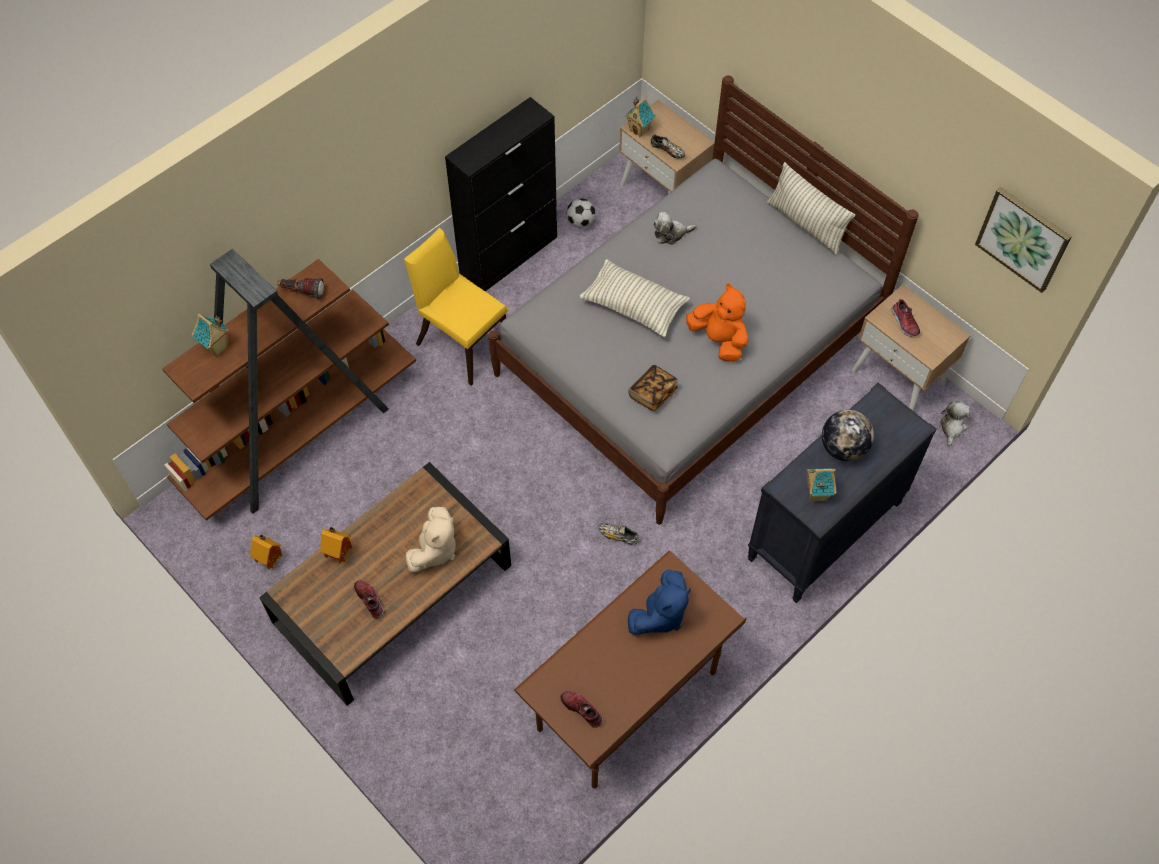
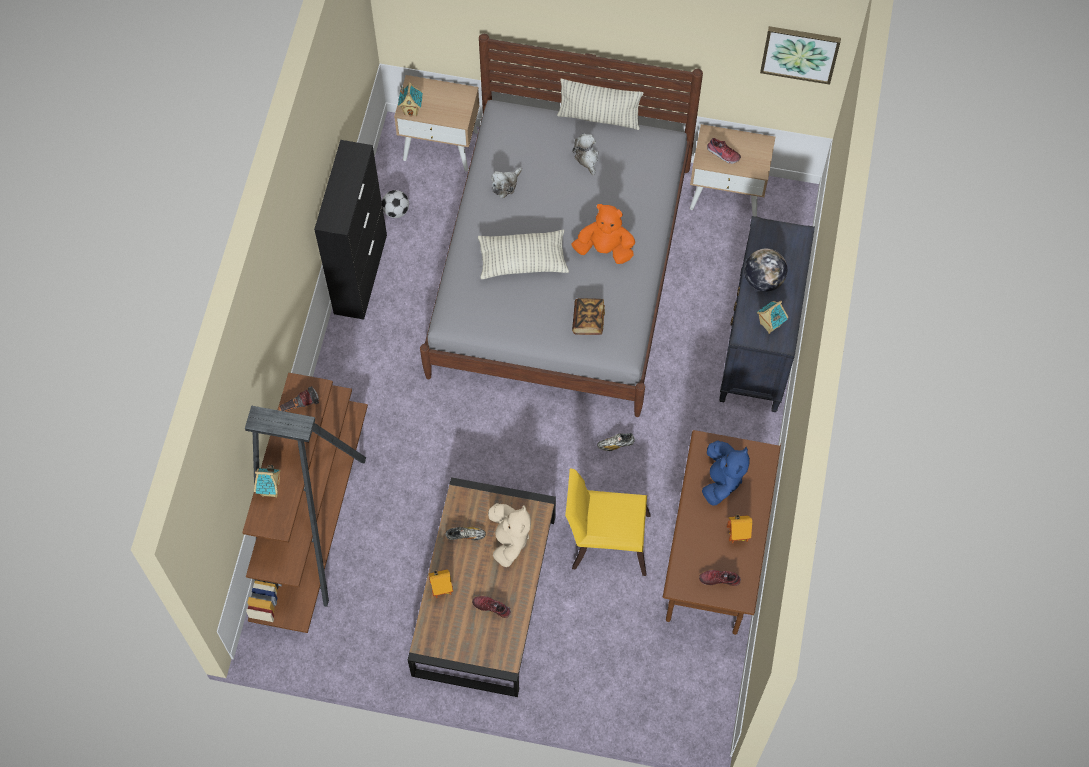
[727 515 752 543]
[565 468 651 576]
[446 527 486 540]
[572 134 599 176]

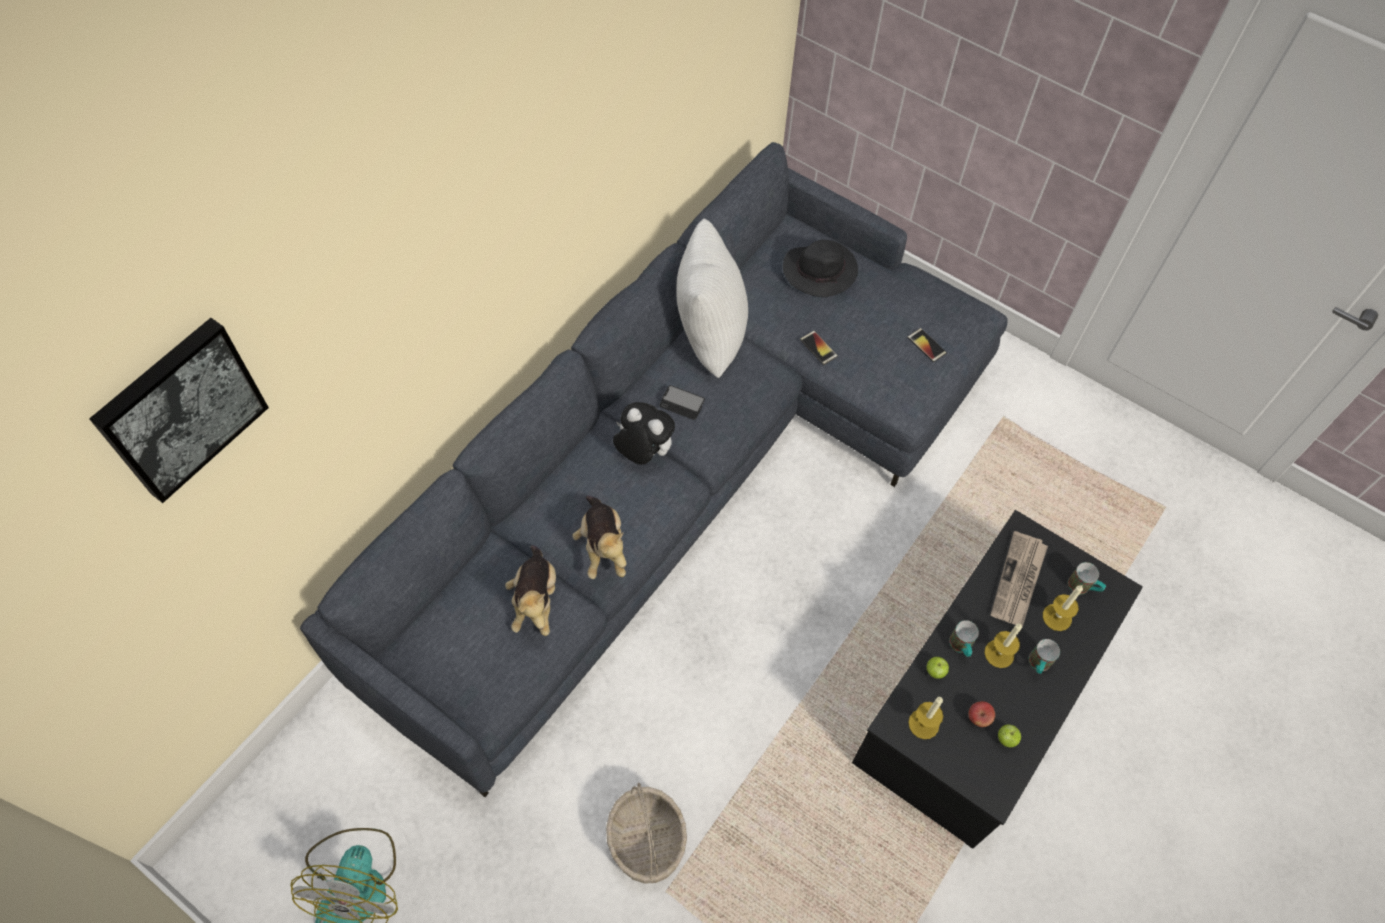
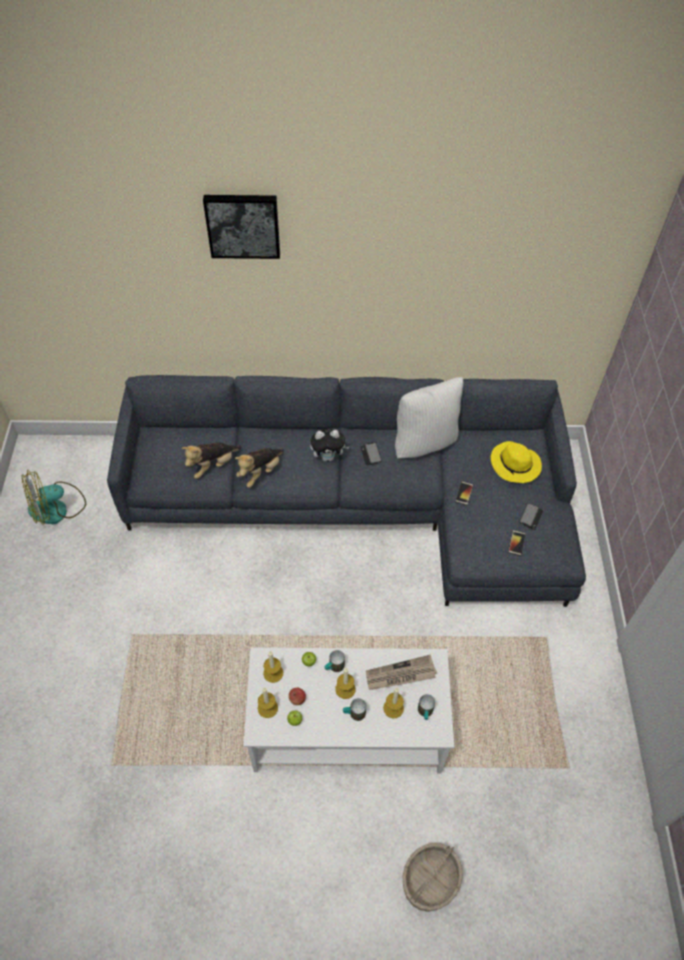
[258 687 278 718]
[519 503 543 530]
[203 195 280 259]
[403 843 463 912]
[491 441 542 483]
[243 647 455 774]
[310 429 349 461]

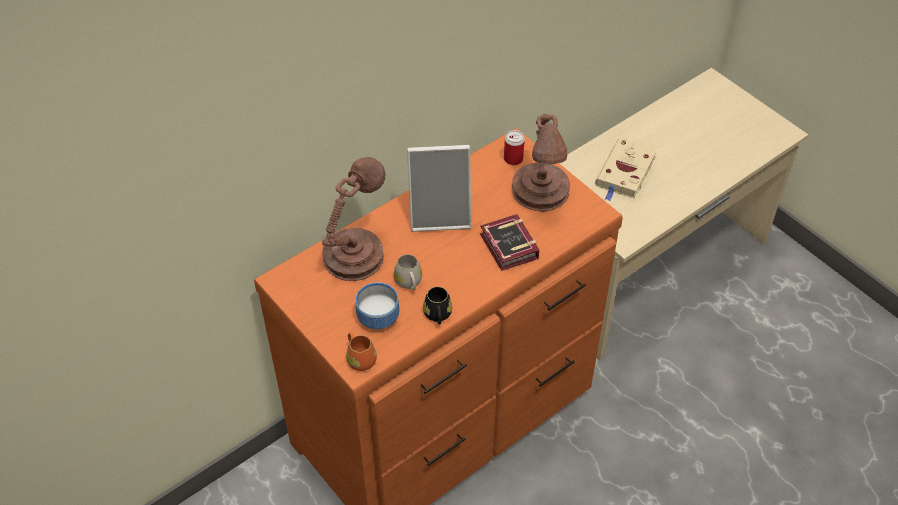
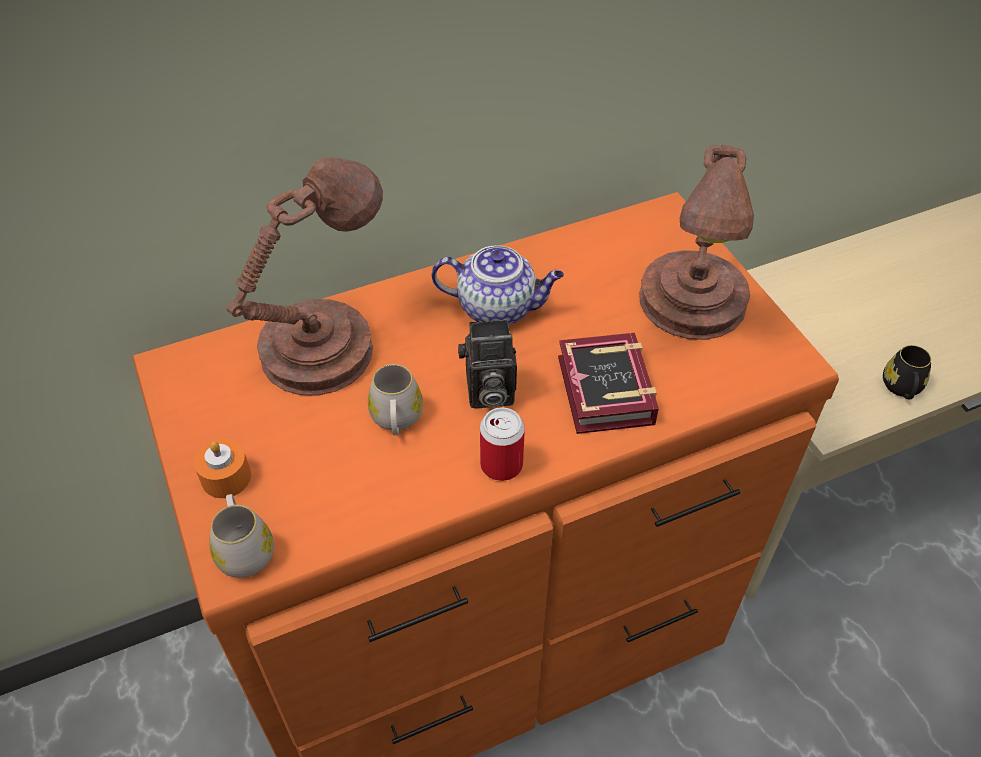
[355 283 399 329] (first image)
[595 138 657 201] (first image)
[194 439 251 498]
[458 319 517 409]
[883 345 931 400]
[480 407 525 481]
[431 245 564 325]
[210 494 274 578]

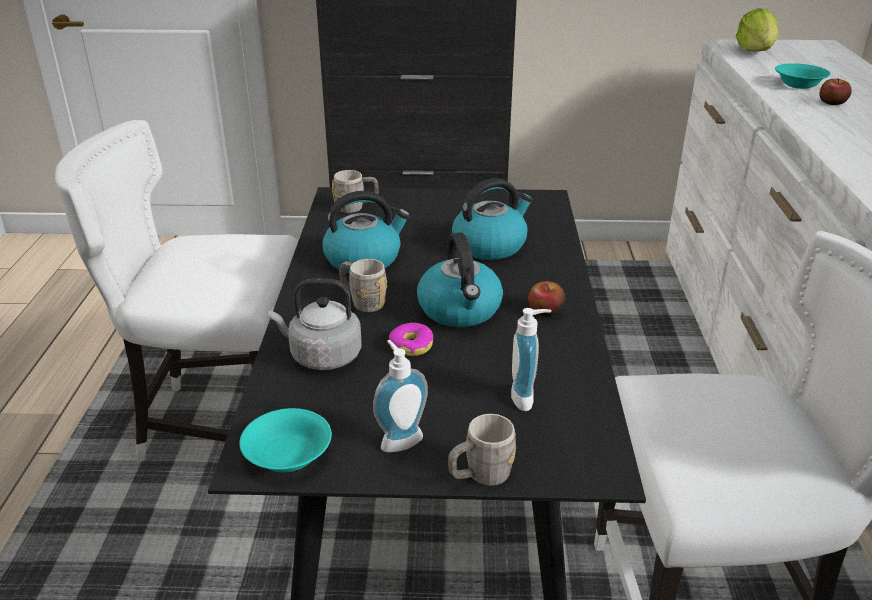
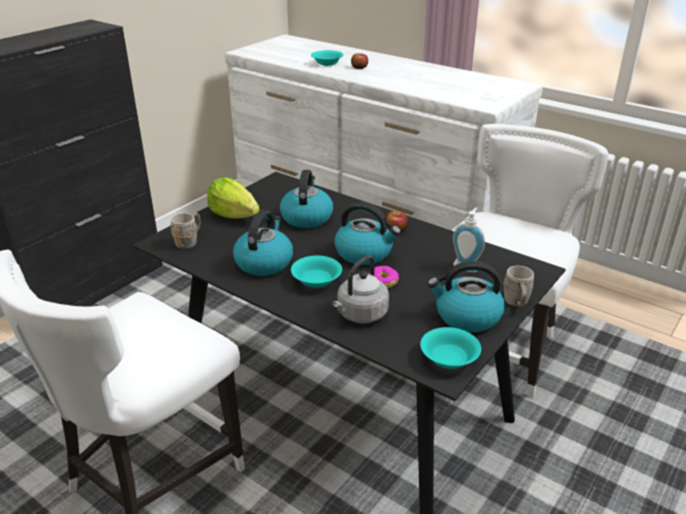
[207 177 260 219]
[291 255 342 288]
[428 261 505 332]

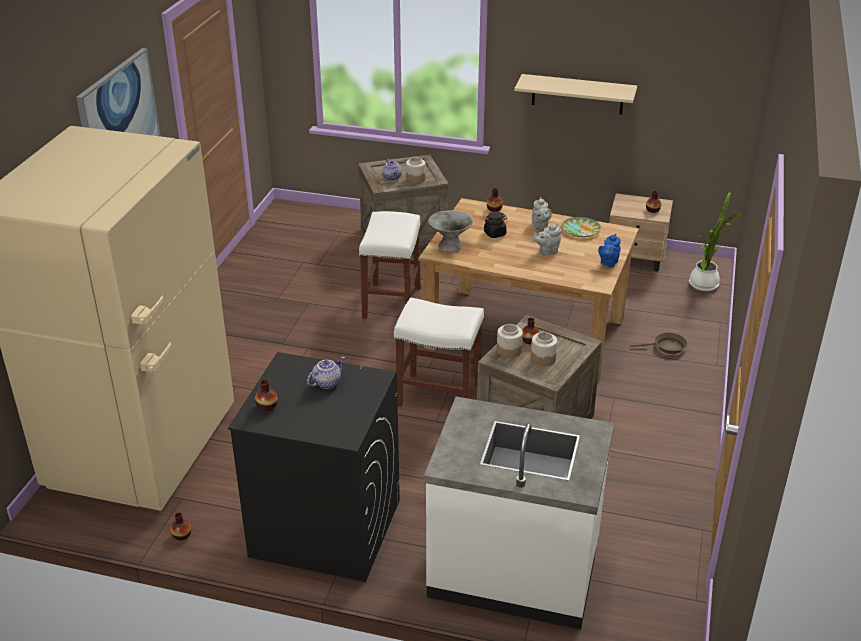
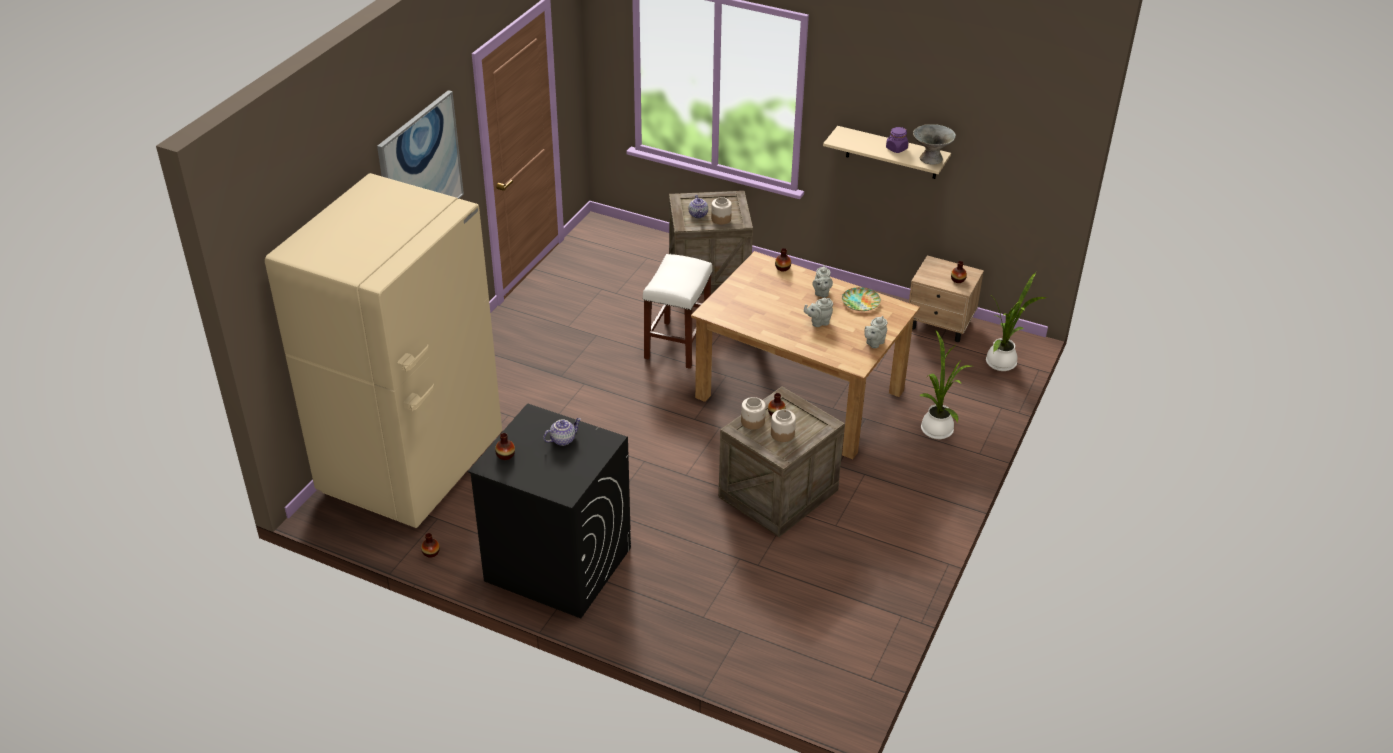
[394 298 484 407] (first image)
[424 397 614 629] (first image)
[484 211 507 238] (first image)
[886 127 908 153]
[913 124 956 165]
[919 330 972 439]
[864 316 887 348]

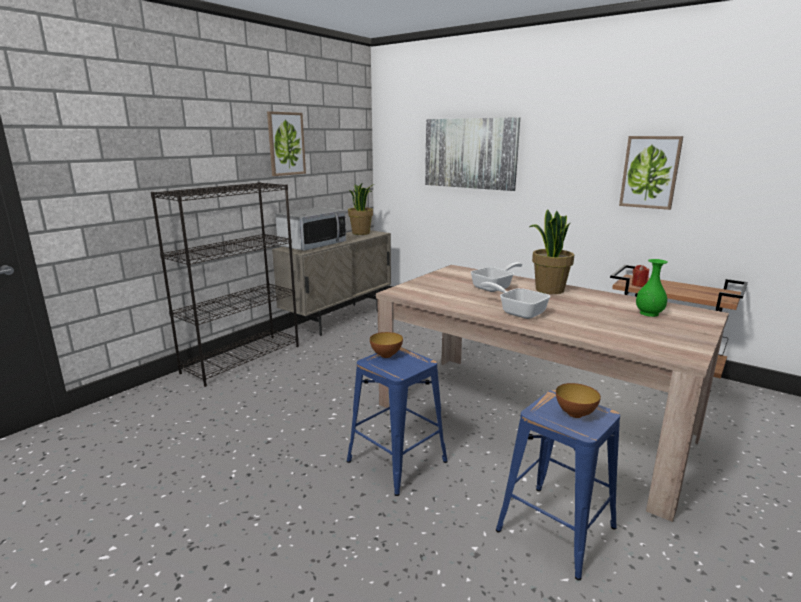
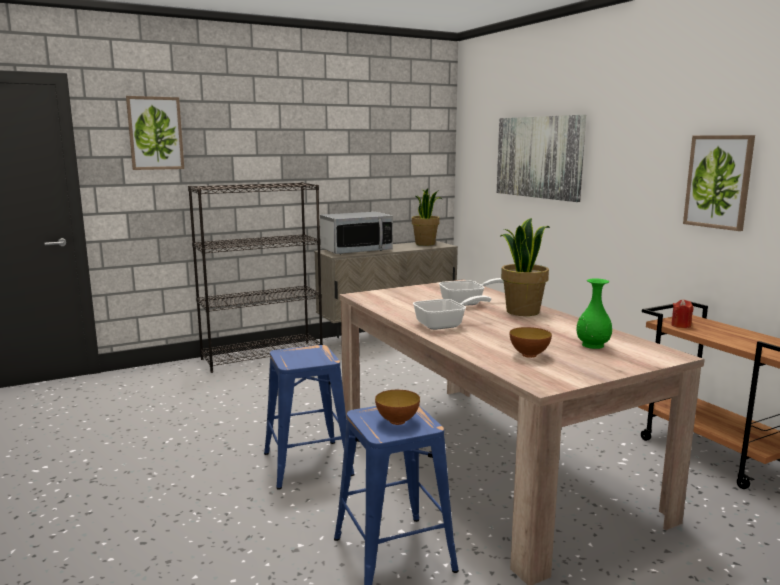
[126 96 184 170]
[510 327 552 358]
[413 295 491 330]

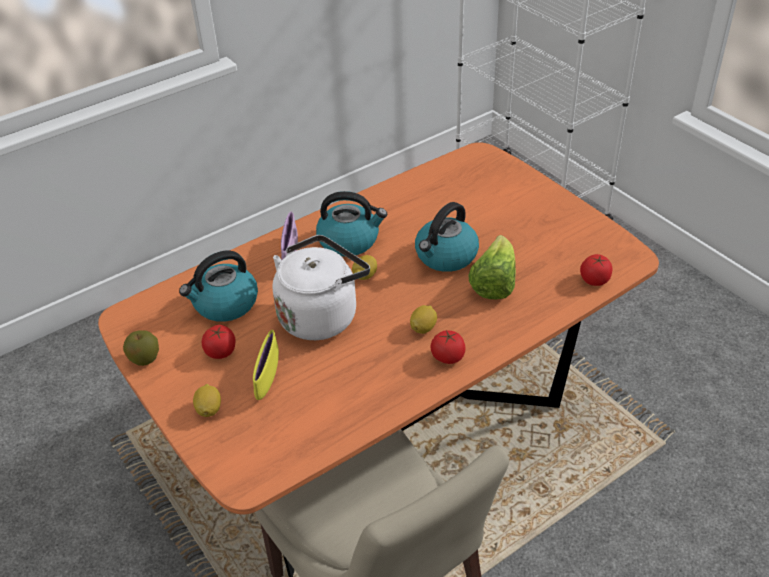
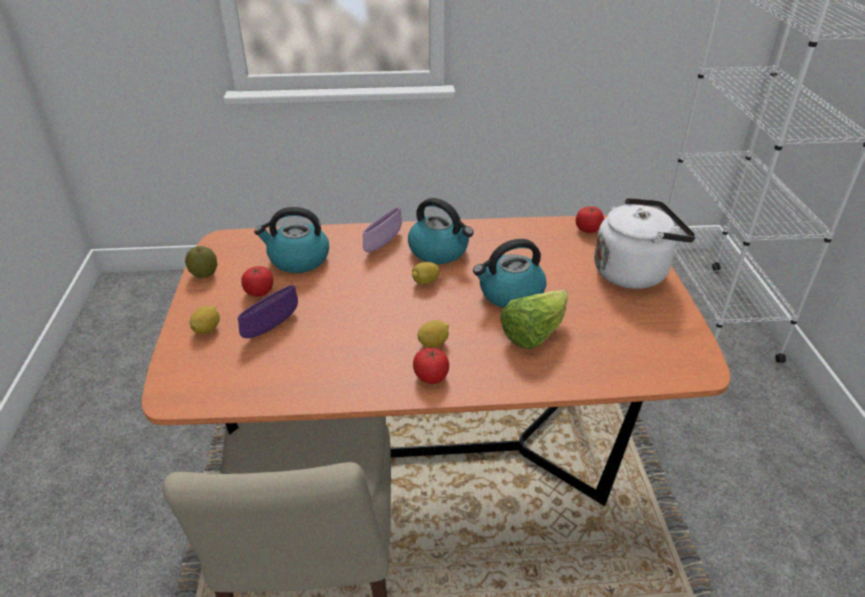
[594 198 696 289]
[576 206 604 233]
[238 285 298 338]

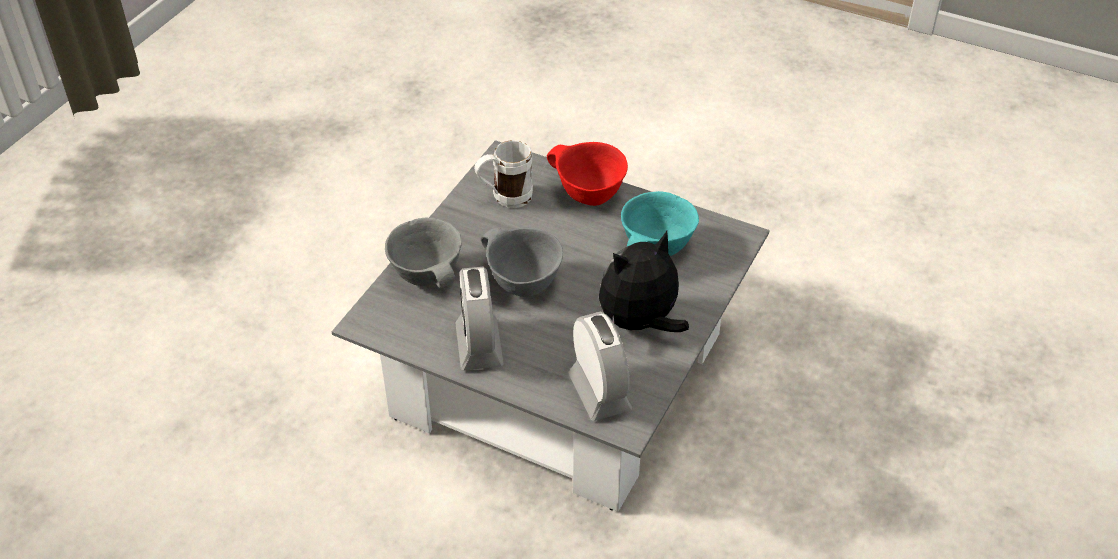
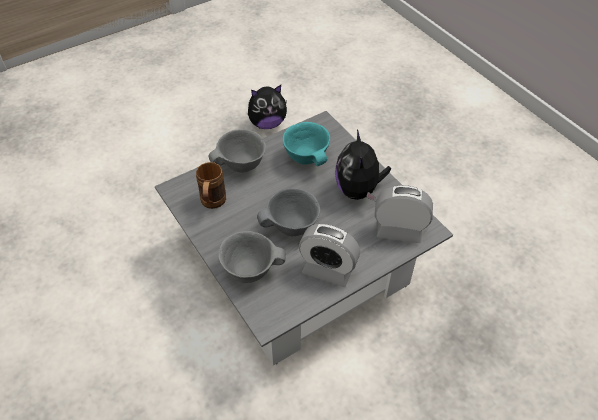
[248 85 287 129]
[196 162 226 209]
[209 129 266 173]

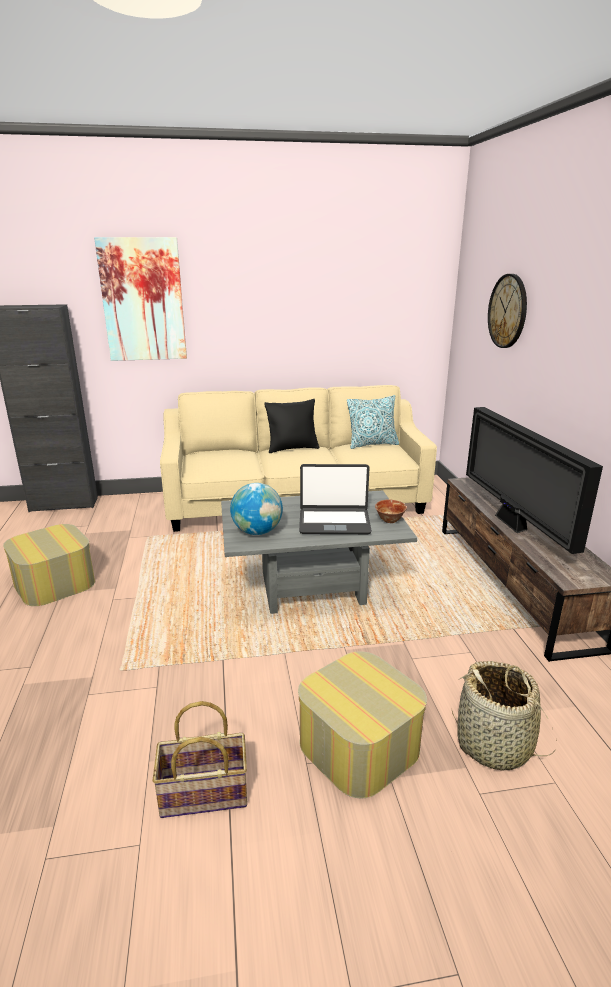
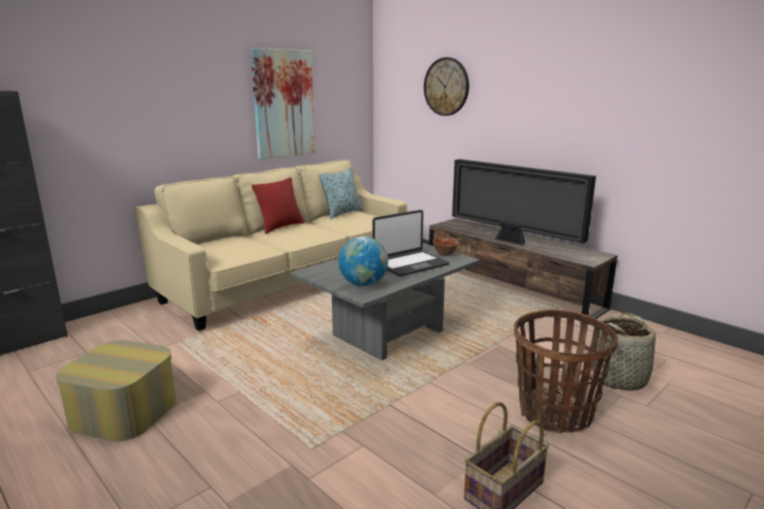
[250 48 315 159]
[514 310 618 433]
[252 177 304 234]

